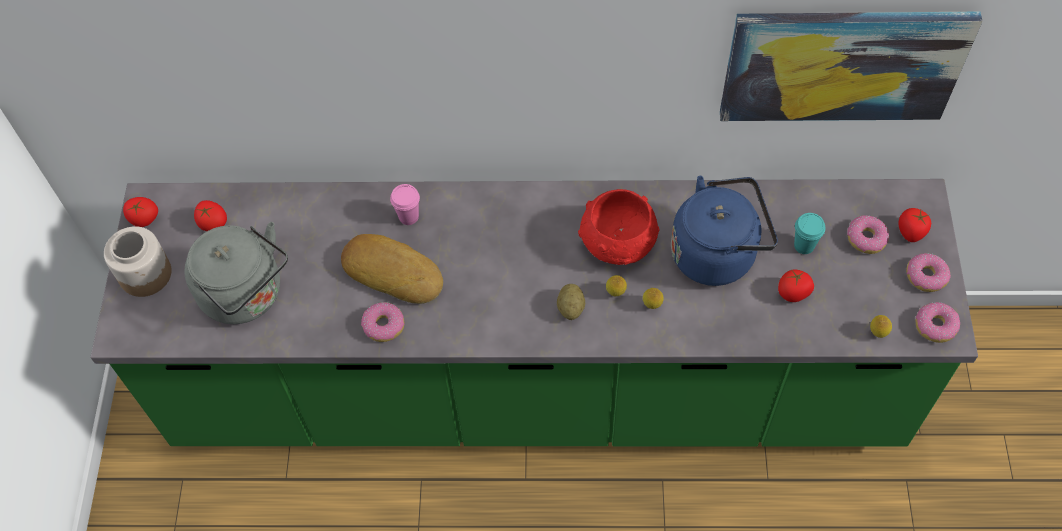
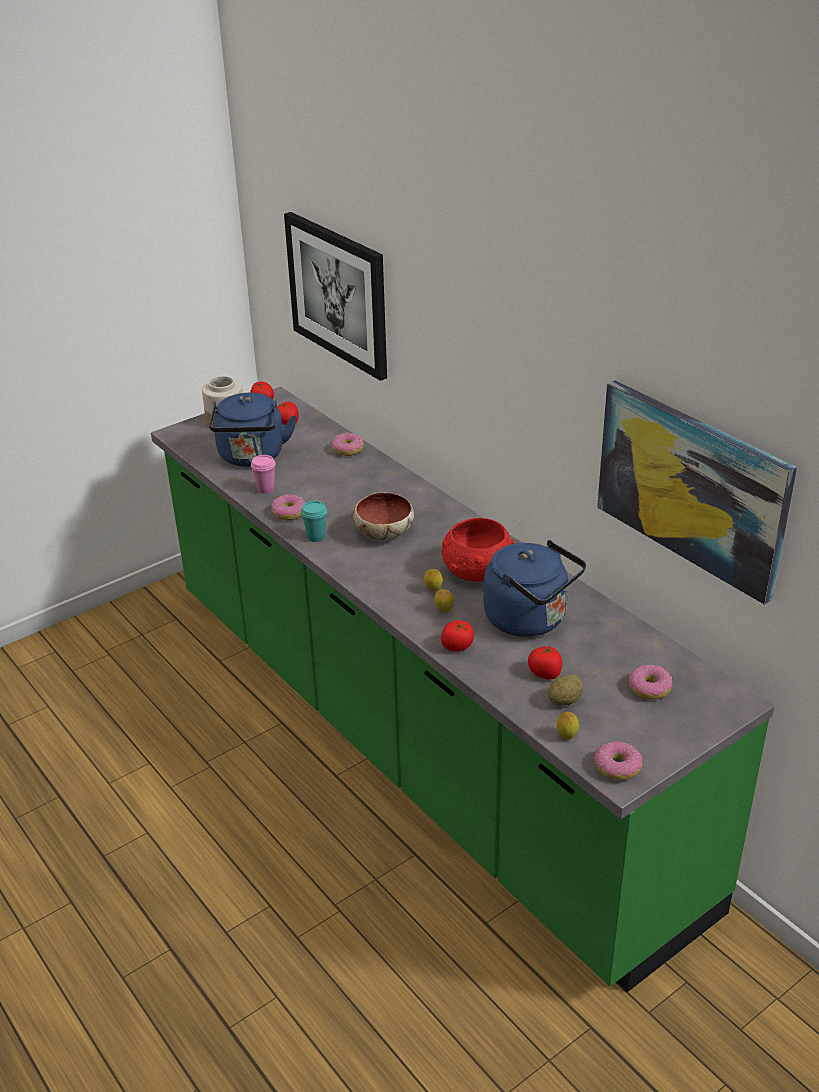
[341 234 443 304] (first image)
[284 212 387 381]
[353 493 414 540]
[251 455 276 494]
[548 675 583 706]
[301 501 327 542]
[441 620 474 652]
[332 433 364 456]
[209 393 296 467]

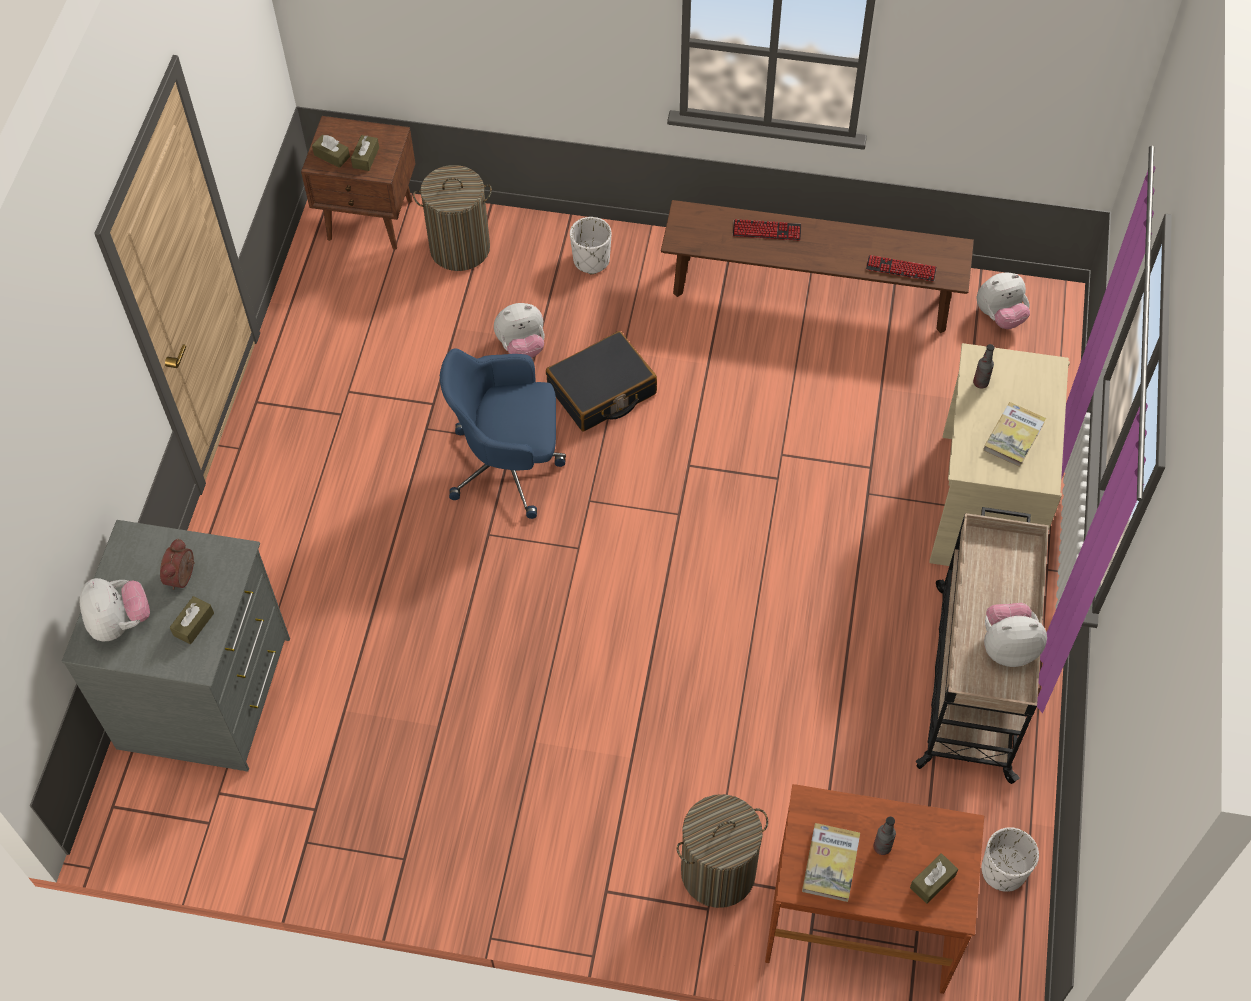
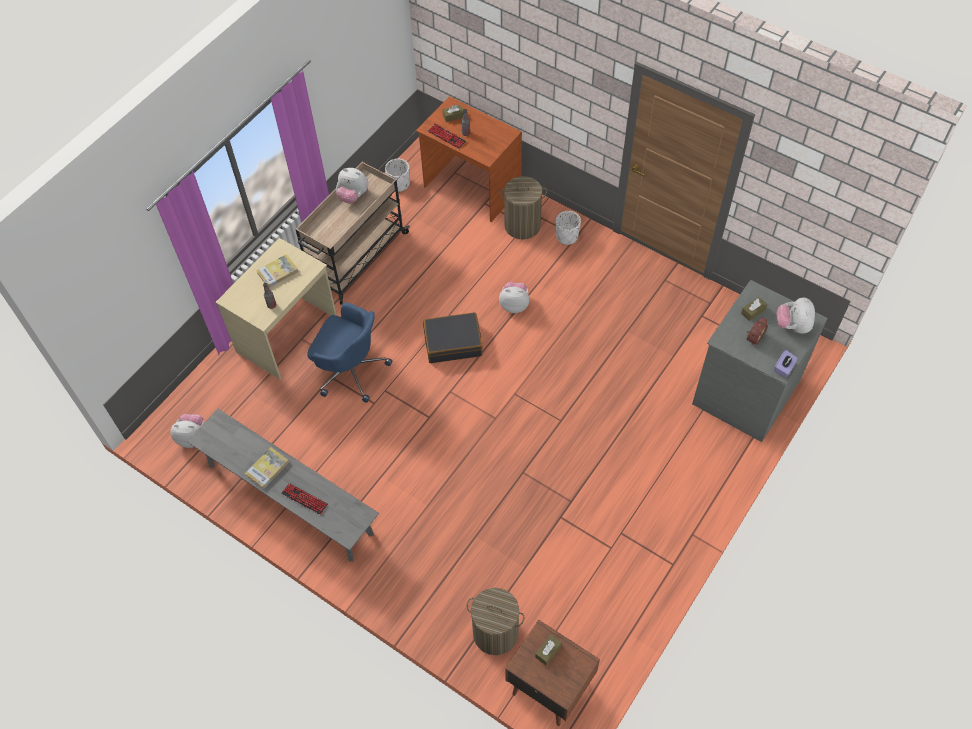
[312 135 350 168] (first image)
[774 350 798 377]
[307 302 392 403]
[499 282 530 313]
[423 312 483 363]
[556 211 581 245]
[245 447 289 489]
[428 124 466 149]
[187 409 379 562]

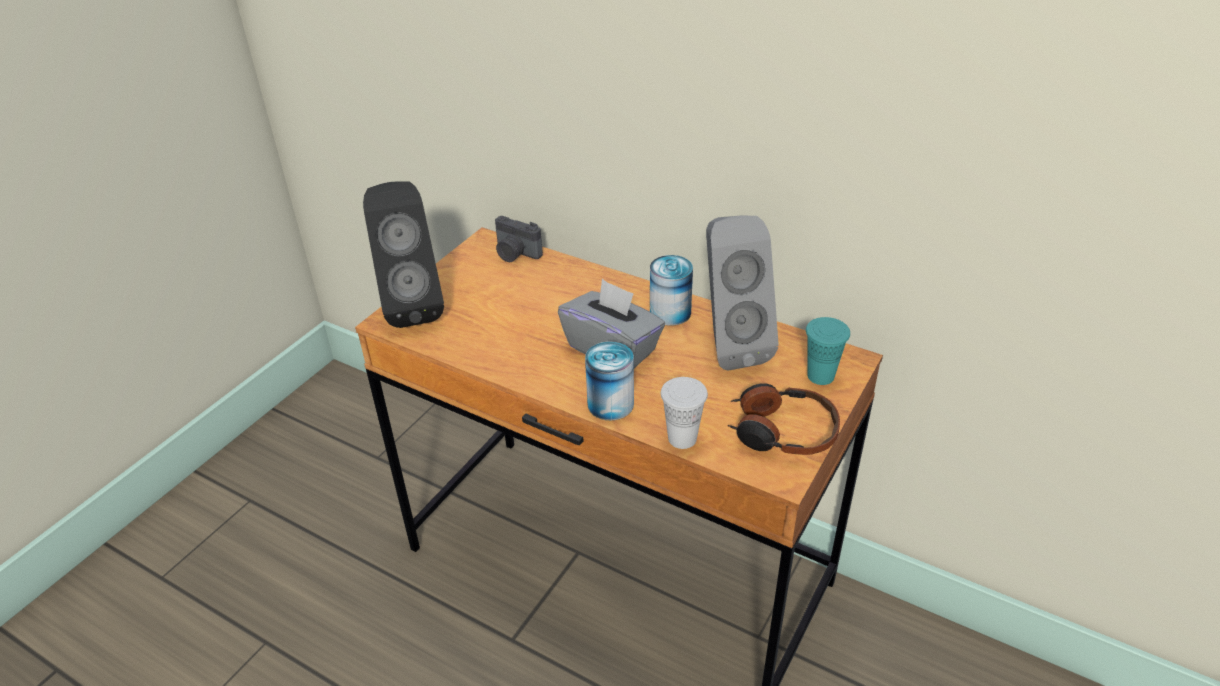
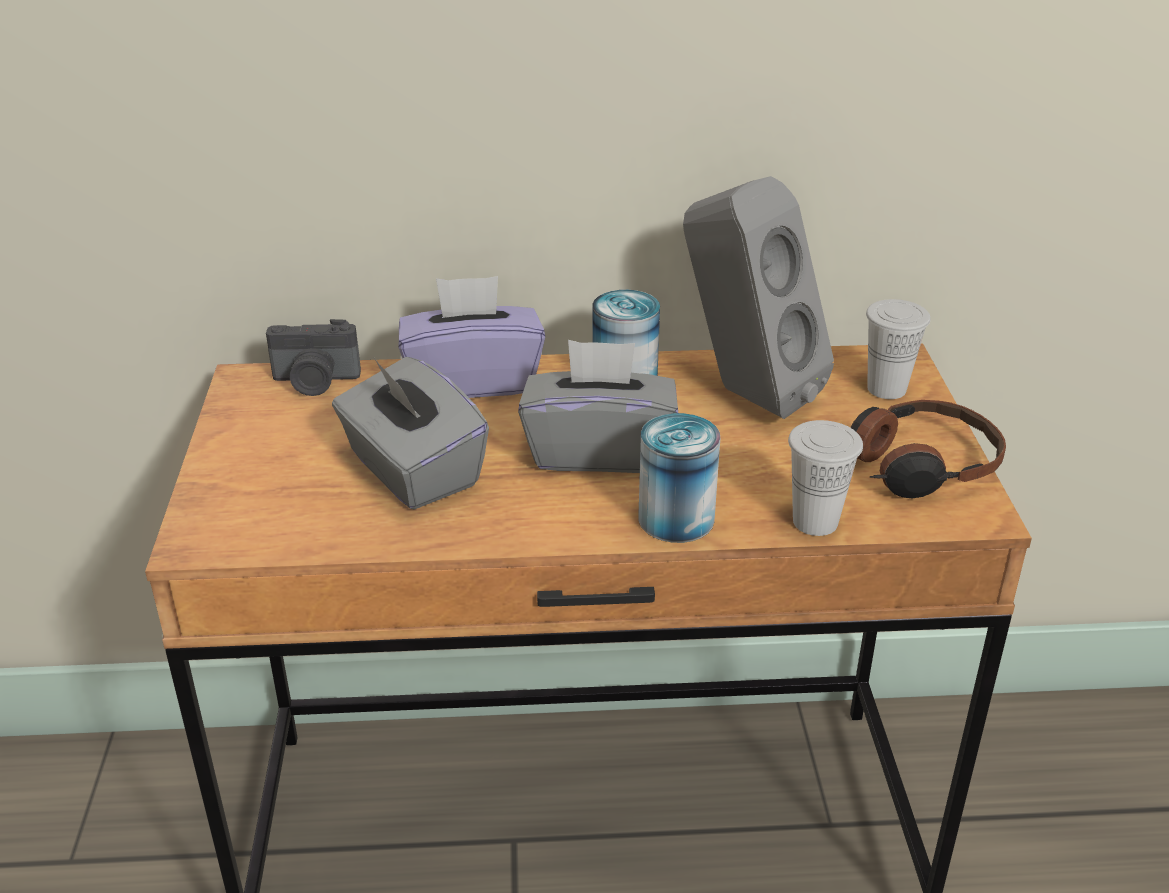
[363 181 444 328] (first image)
[332 357 489 510]
[399 276 545 398]
[866 299 930 399]

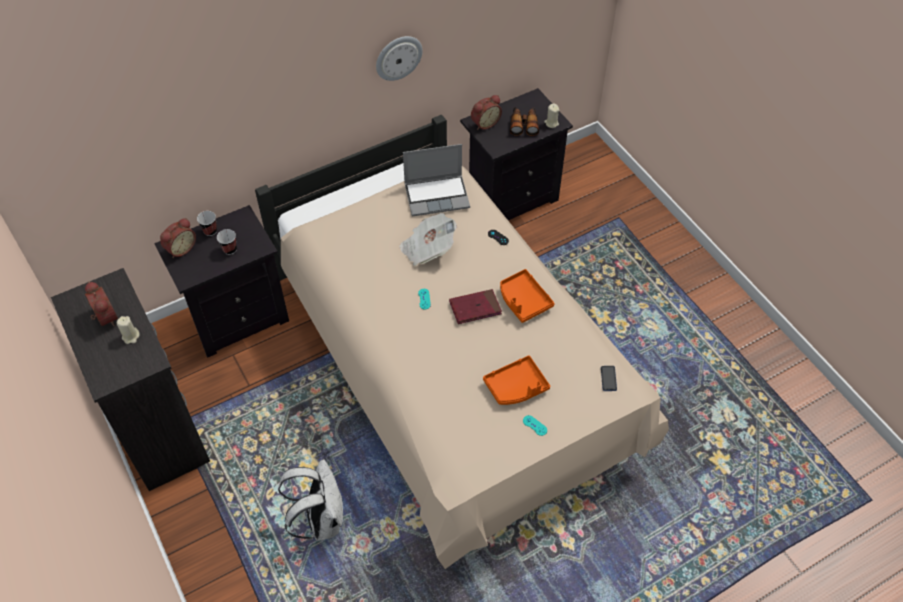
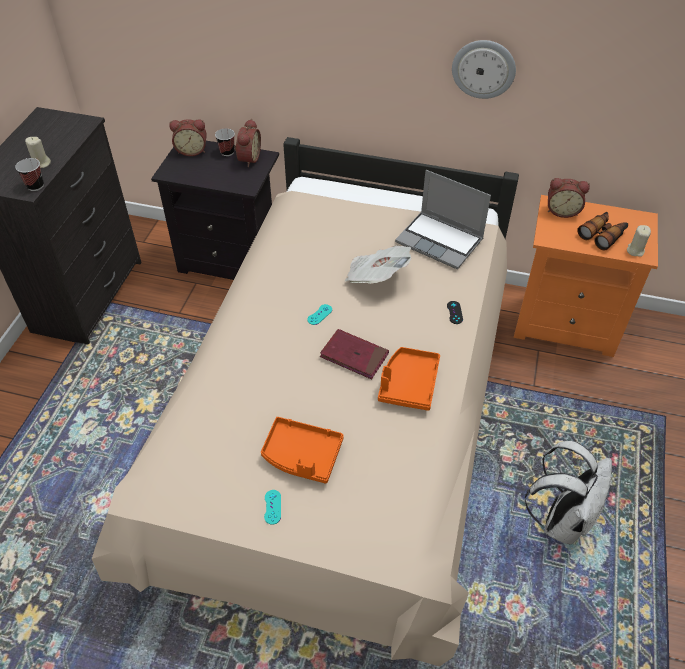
[601 366 617 391] (first image)
[234 119 261 167]
[15 158 44 191]
[525 441 612 544]
[514 195 658 357]

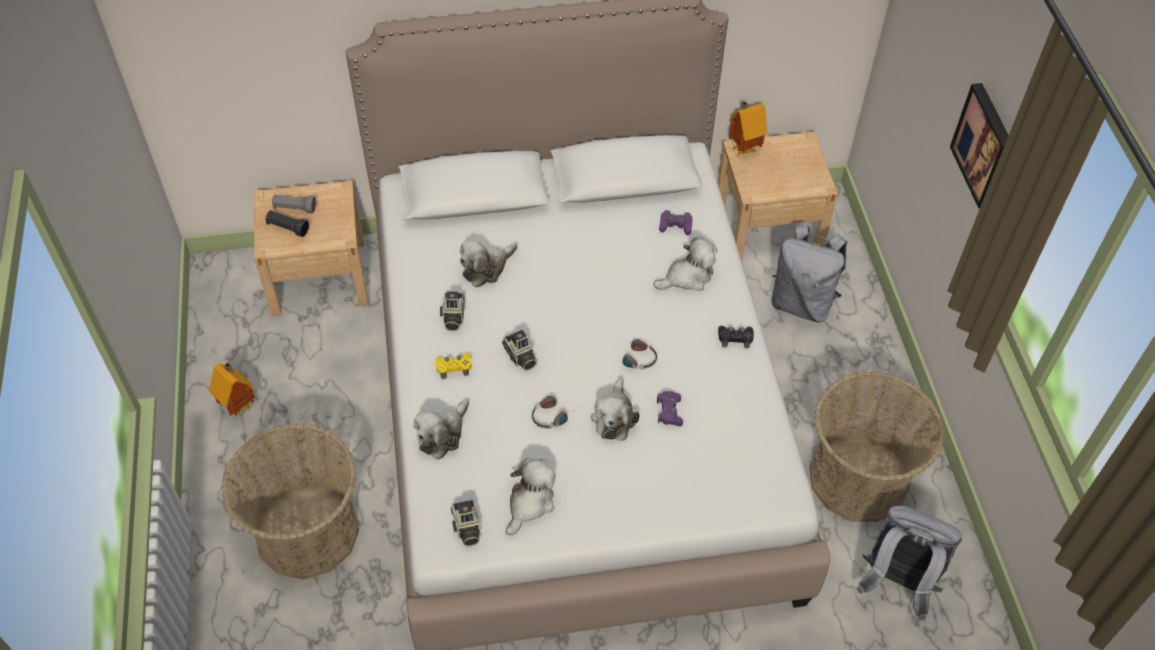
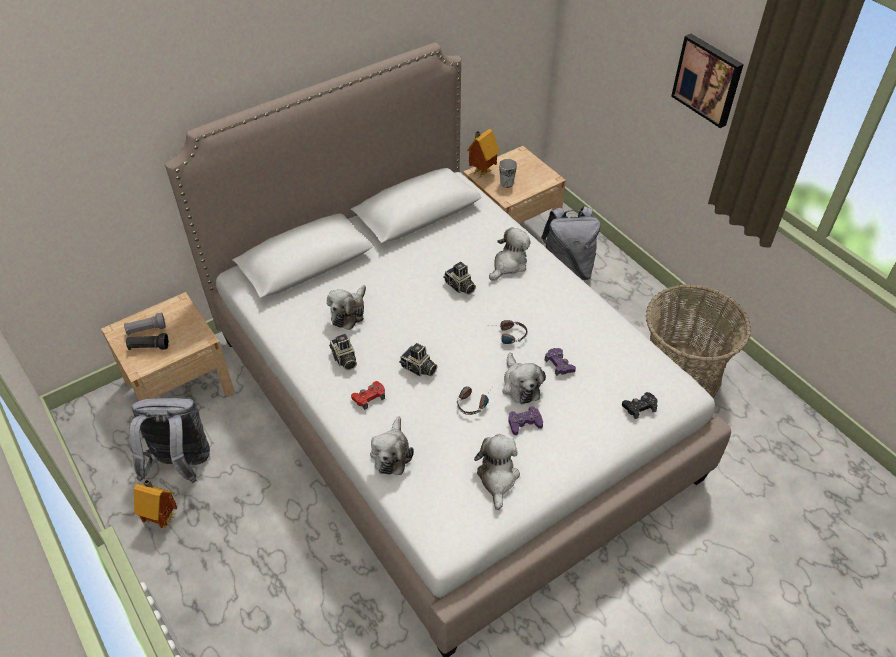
[221 423 359 580] (first image)
[499 159 517 188]
[443 262 476 295]
[508 406 543 435]
[622 392 658 419]
[130 398 210 483]
[351 381 385 410]

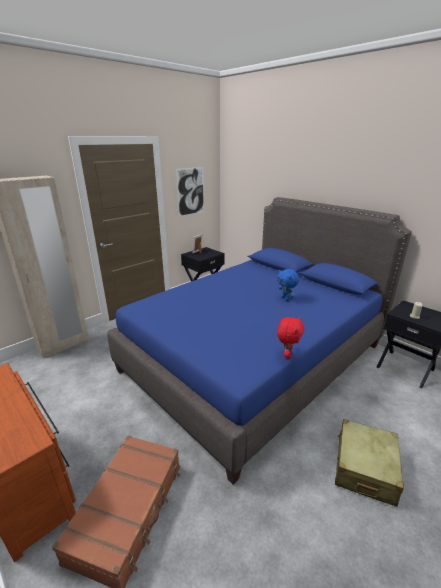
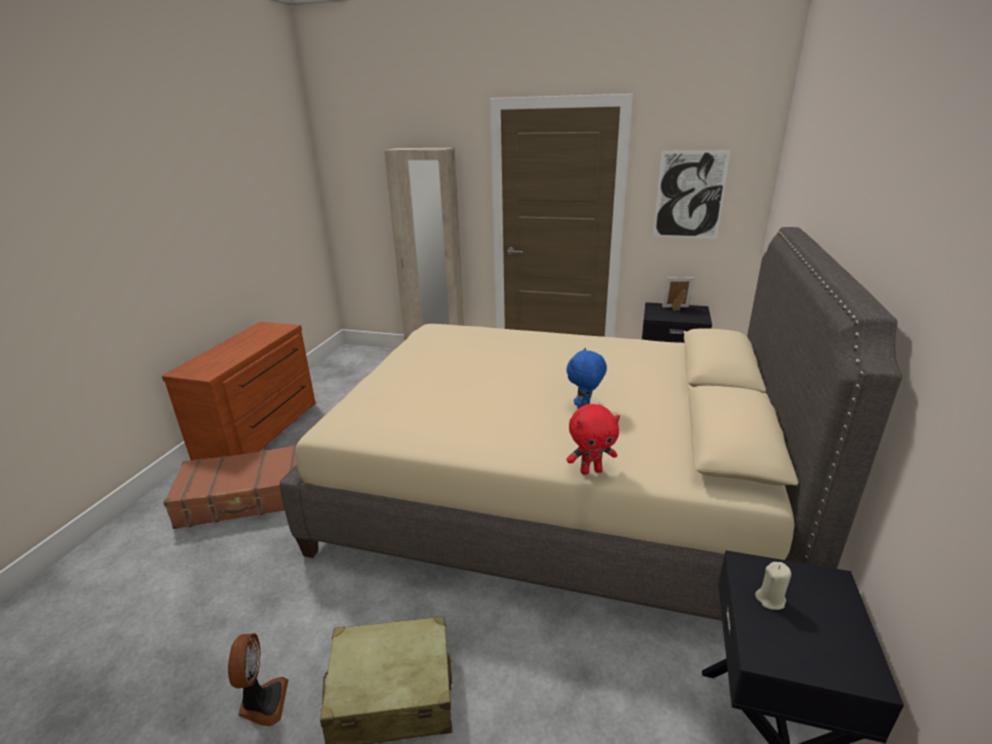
[228 633 289 726]
[567 404 620 475]
[280 227 902 621]

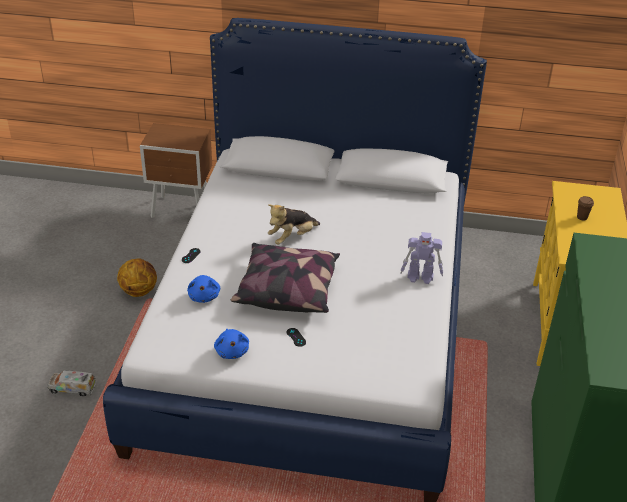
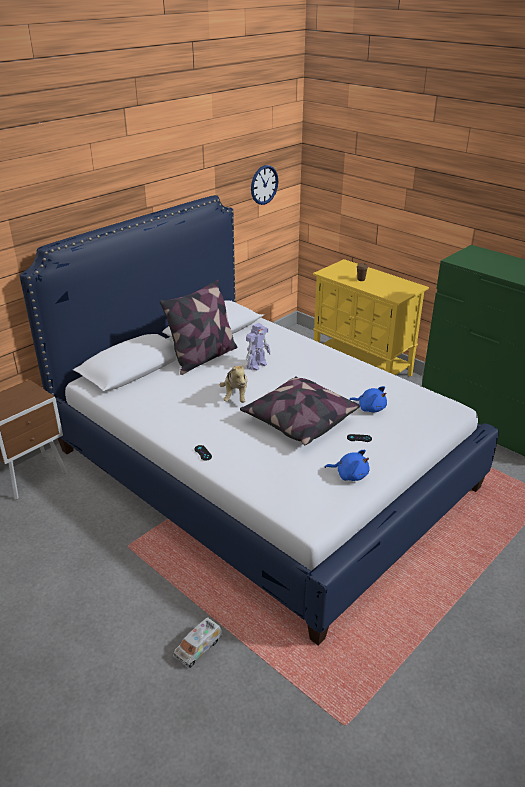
[117 258 157 297] (first image)
[160 279 237 375]
[251 165 278 205]
[349 386 387 412]
[246 323 270 370]

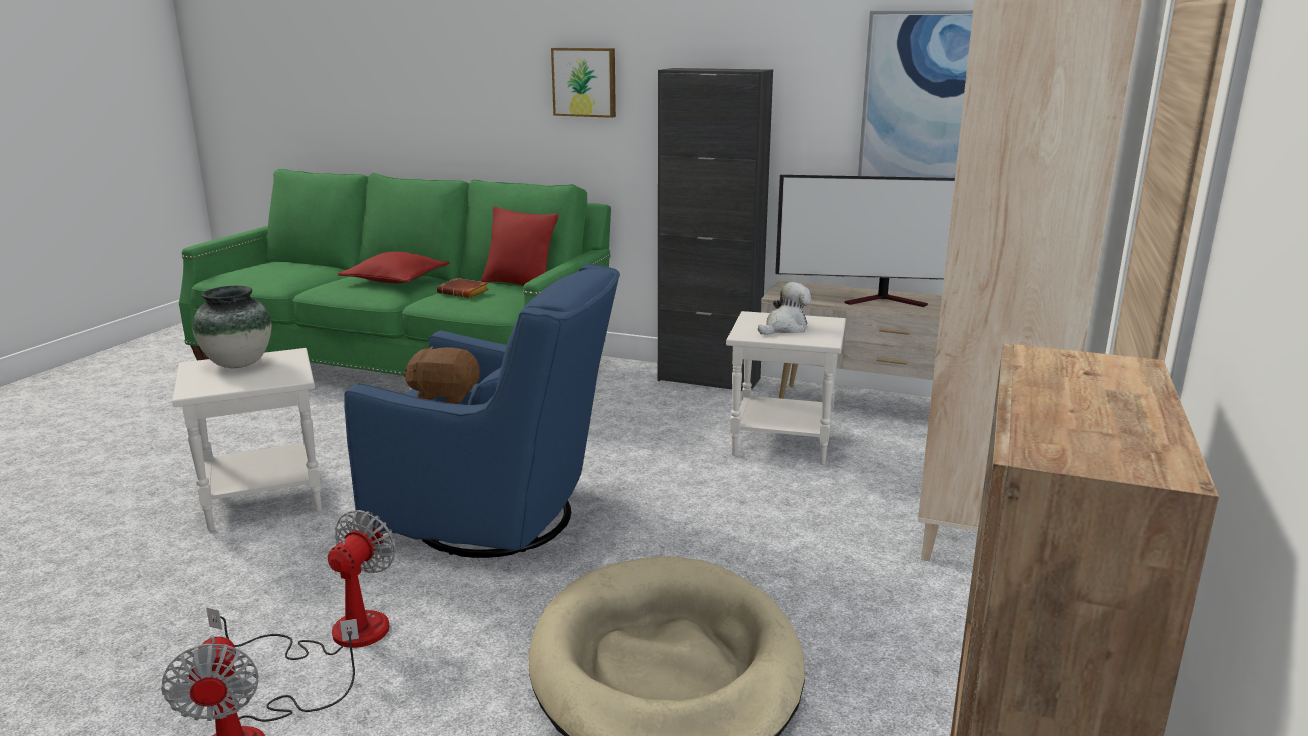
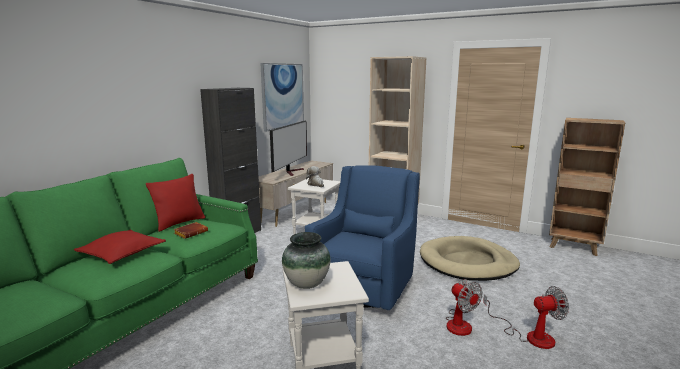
[403 346 480 404] (first image)
[551 48 616 118] (first image)
[446 279 483 336]

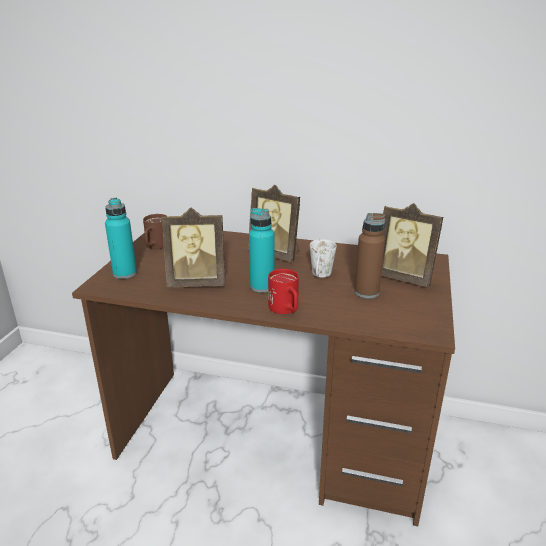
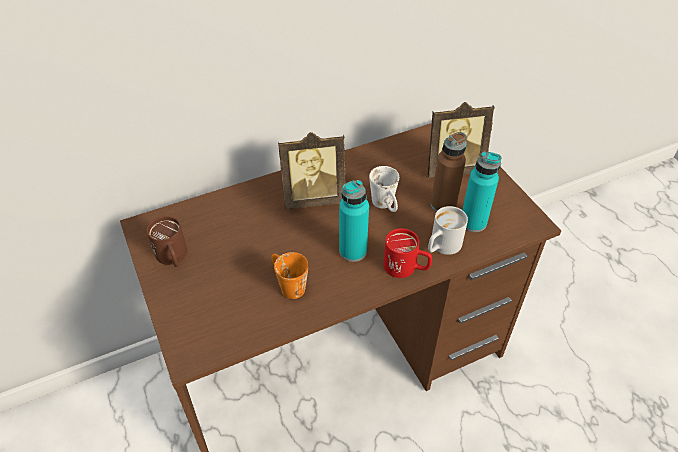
[428 206 468 255]
[463 152 502 232]
[272 252 308 299]

